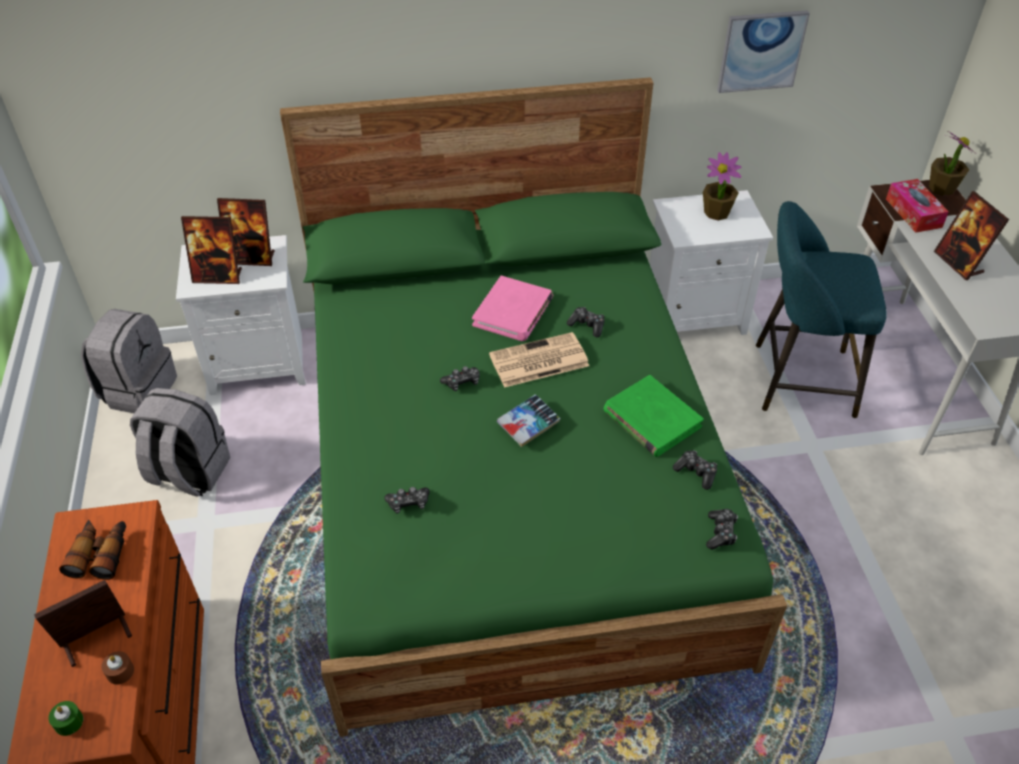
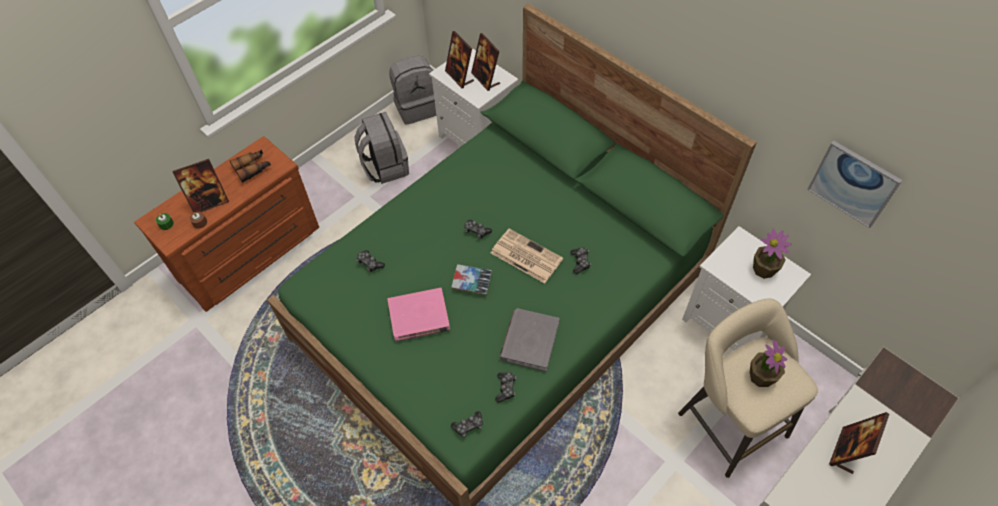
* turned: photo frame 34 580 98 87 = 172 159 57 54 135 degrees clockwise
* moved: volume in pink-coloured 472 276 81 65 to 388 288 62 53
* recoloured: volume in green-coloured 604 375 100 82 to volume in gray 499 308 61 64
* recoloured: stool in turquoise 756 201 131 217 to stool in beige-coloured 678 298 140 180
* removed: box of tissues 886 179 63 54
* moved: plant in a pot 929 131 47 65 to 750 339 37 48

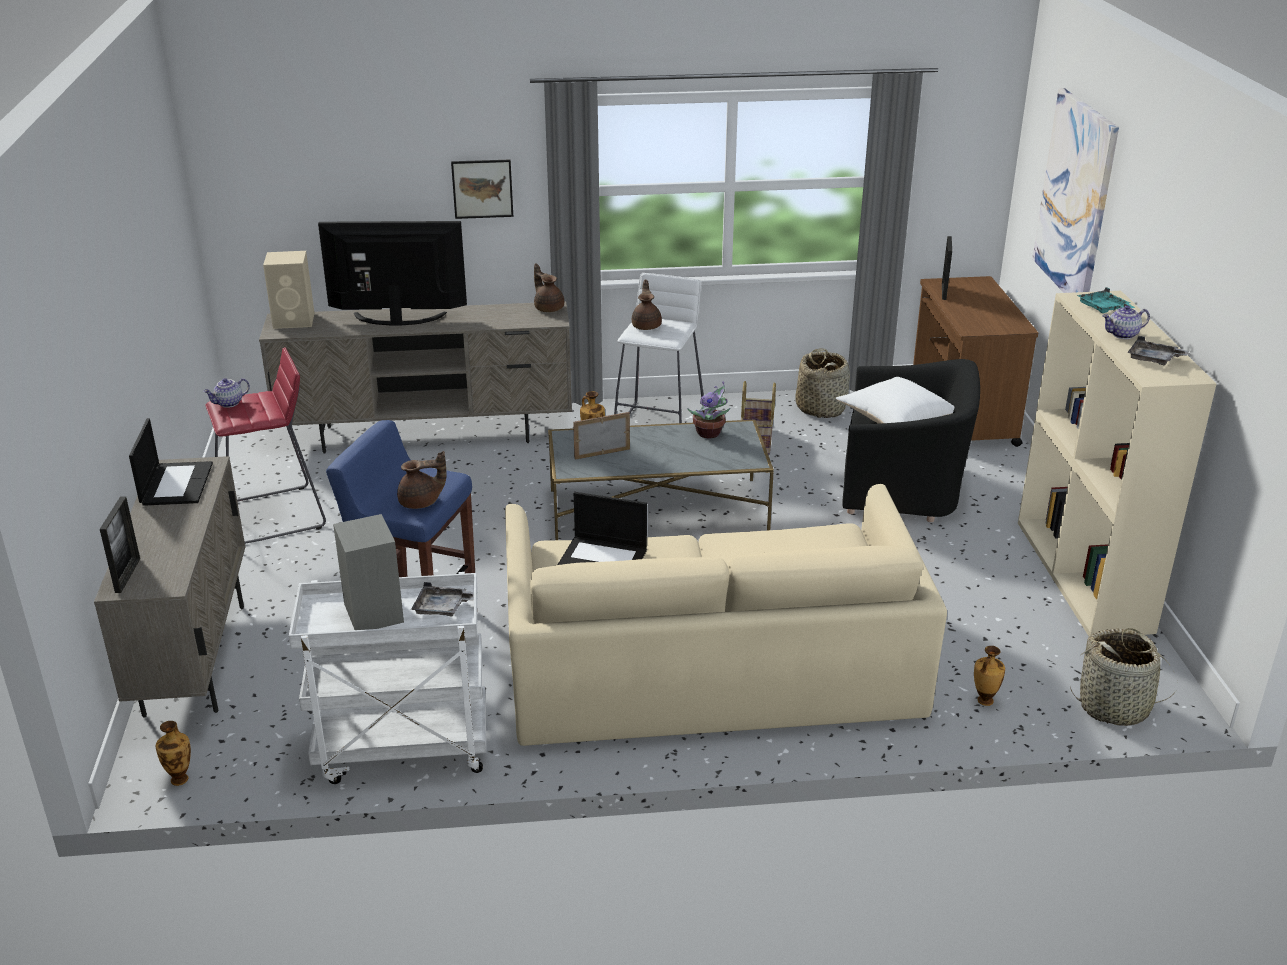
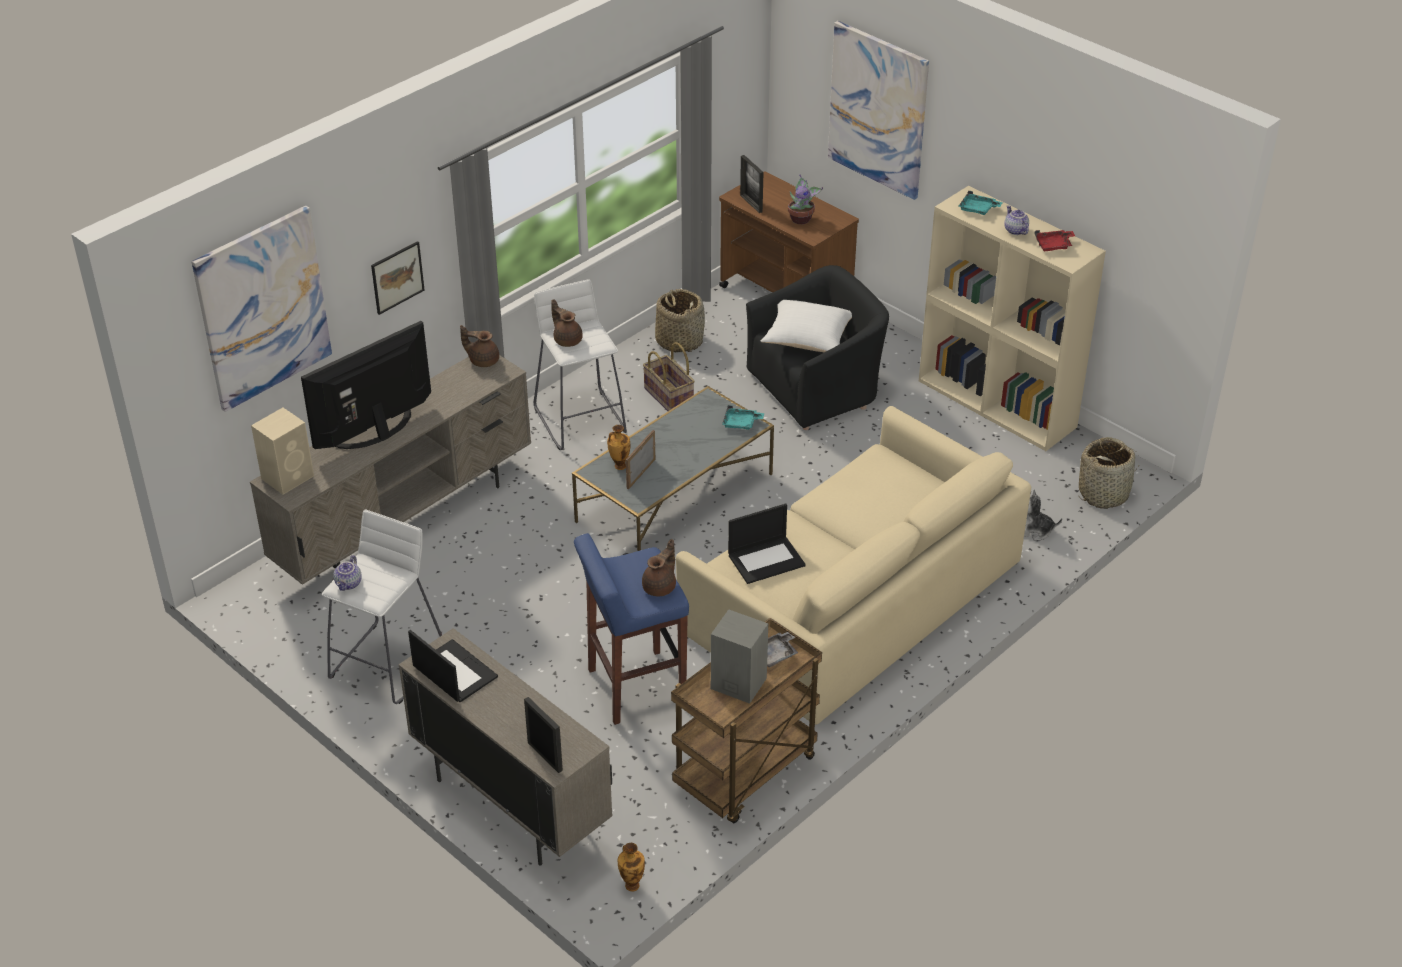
* recoloured: stool in red-coloured 205 347 121 197 to stool in whitish 322 510 120 194
* recoloured: cart in whitish 289 572 197 212 to cart in brown-coloured 671 618 151 205
* moved: plant in a pot 688 381 42 57 to 788 175 35 49
* replaced: flower vase 974 646 31 60 to soft toy 1024 489 38 52
* turned: tea pot 1103 305 47 34 = 1004 205 25 30 120 degrees clockwise
* recoloured: carrying tray in gray 1127 336 62 29 to carrying tray in red-coloured 1034 230 41 21
* added: wall art 191 206 141 206
* added: carrying tray in turquoise 722 405 42 25

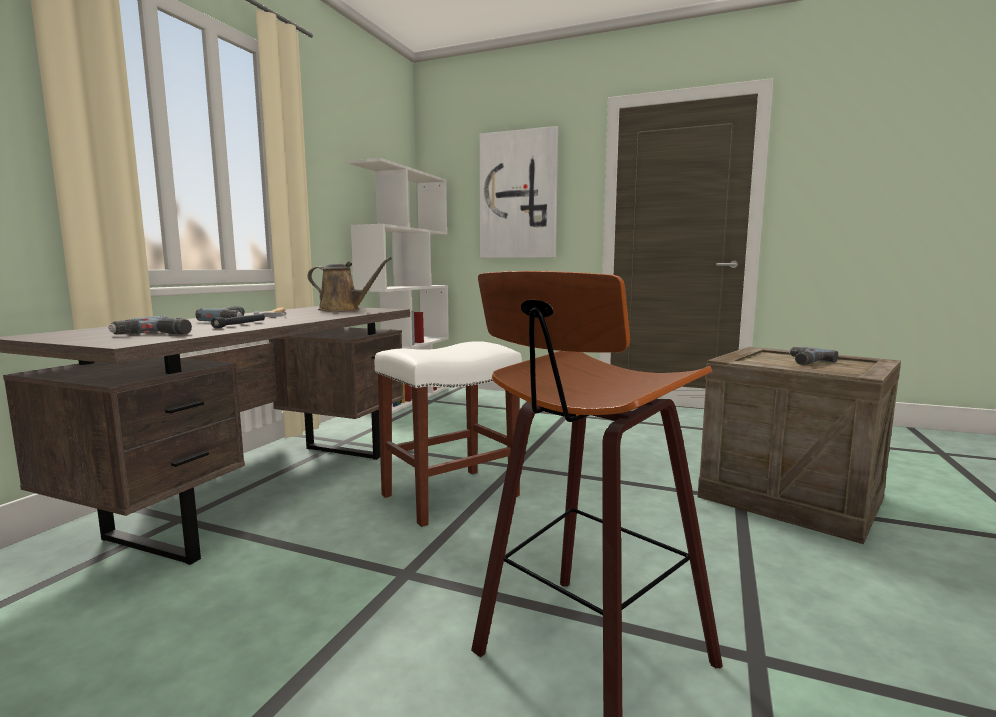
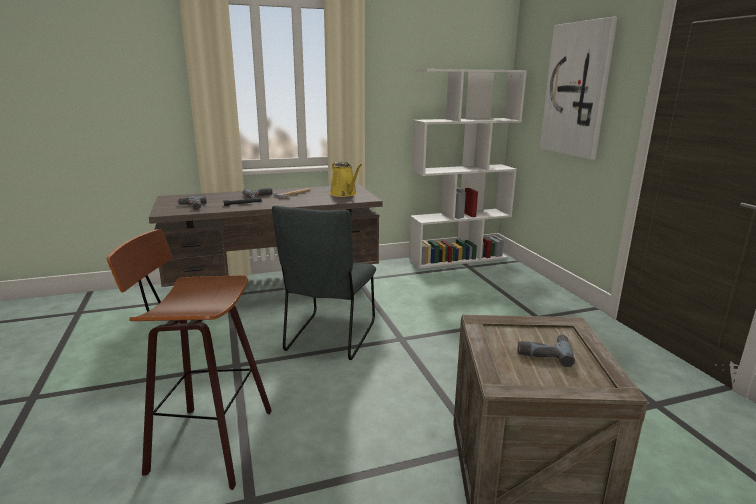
* recoloured: sprinkling can in brown-coloured 307 257 85 54 to sprinkling can in yellow-coloured 330 162 32 35
* replaced: stool in whitish 375 341 147 186 to chair in gray 272 206 104 154

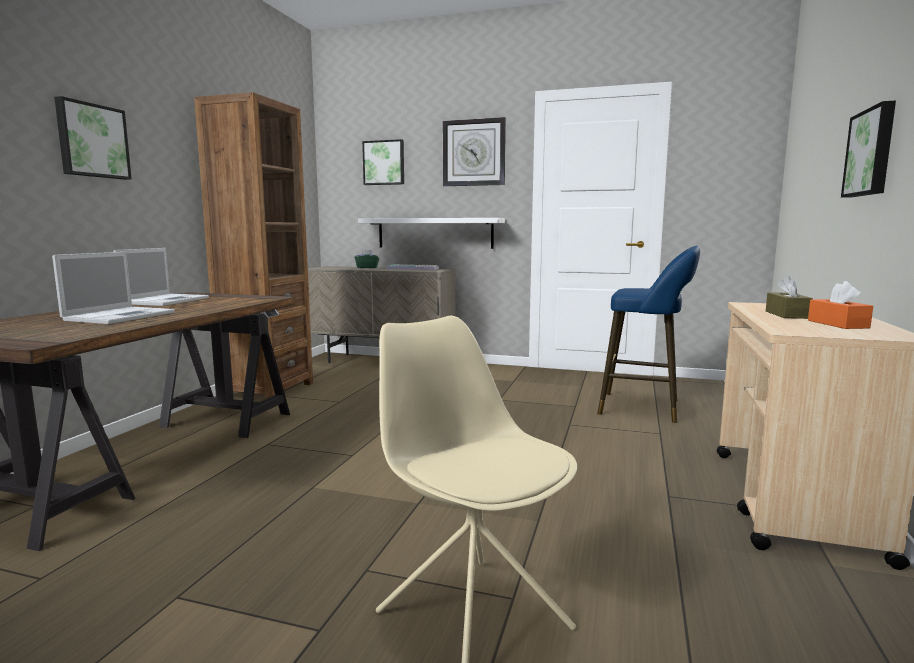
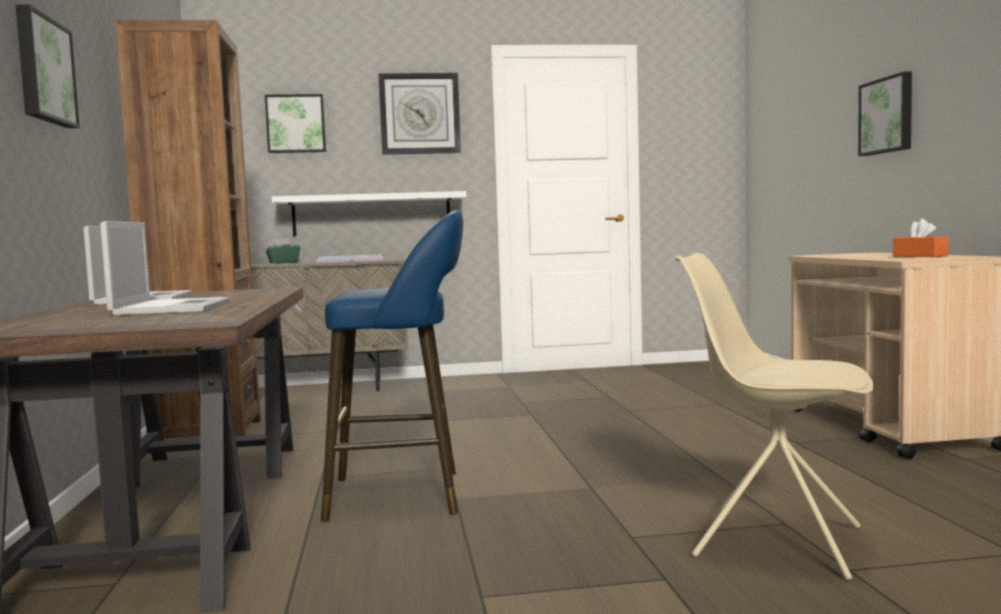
* moved: stool in bluish 598 246 102 177 to 321 210 142 312
* removed: box of tissues in brown-coloured 766 276 47 43

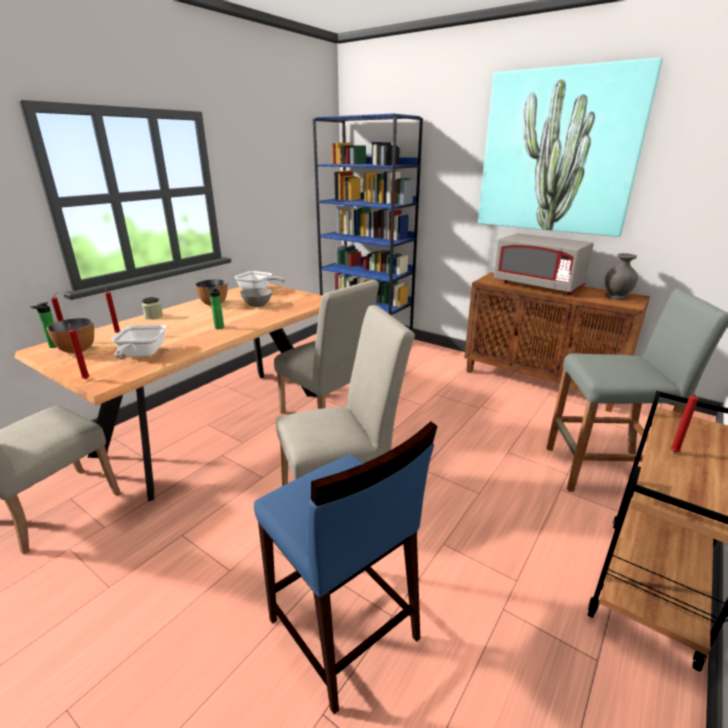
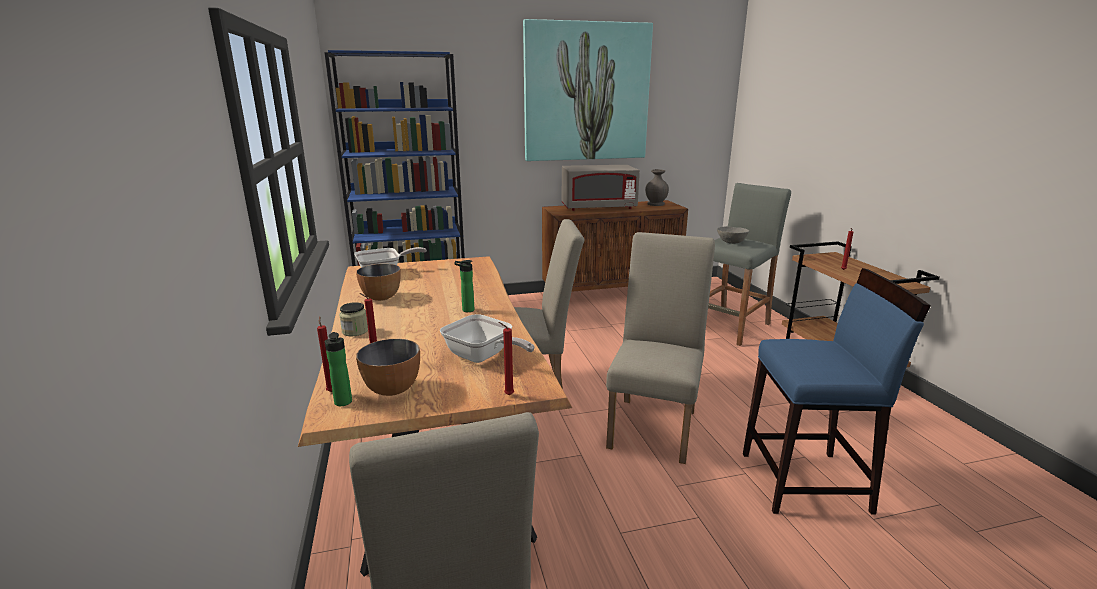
* moved: deep dish in gray 240 288 32 19 to 717 226 32 18

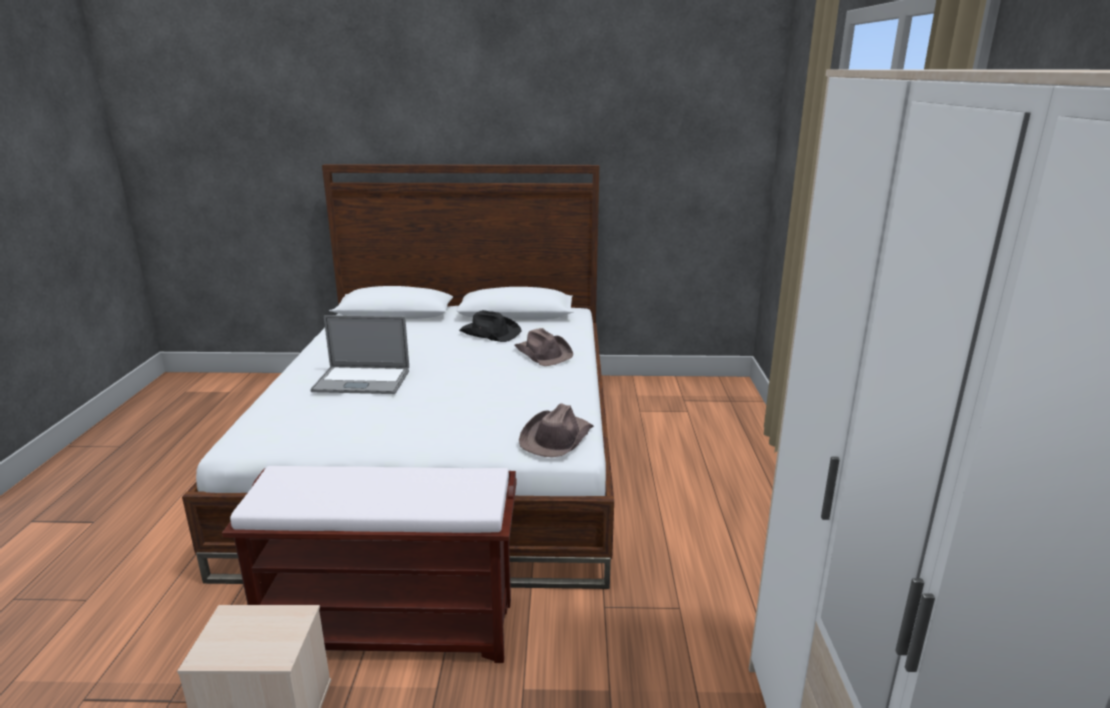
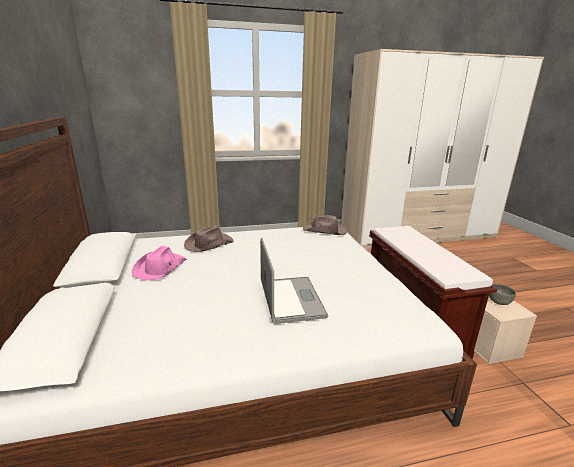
* recoloured: wearable hat in black 459 310 62 32 to wearable hat in pink-coloured 132 246 55 34
* added: deep dish in gray 489 284 27 21

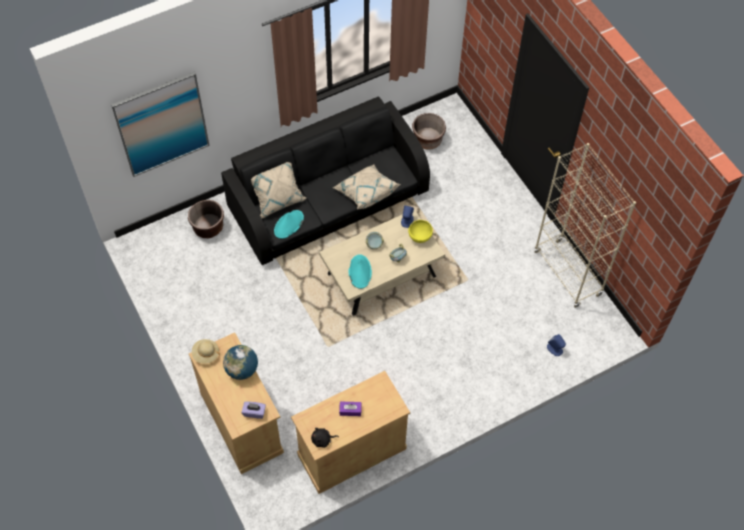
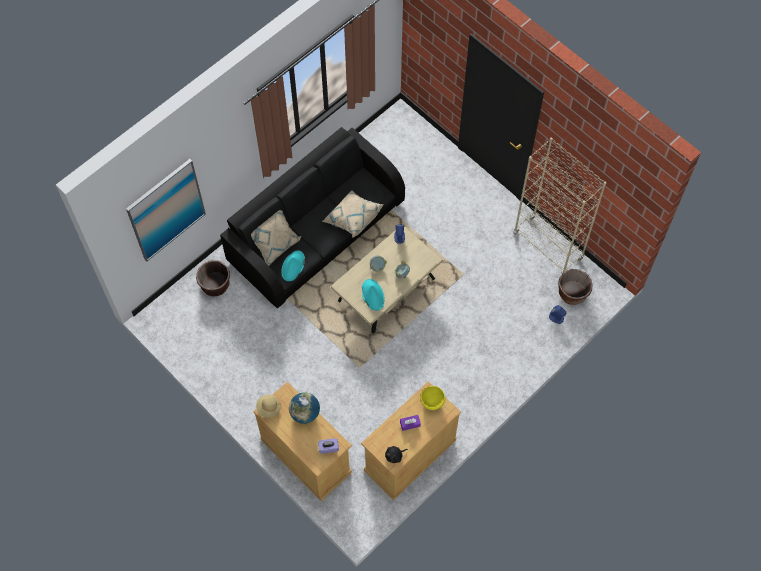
* moved: deep dish in yellow-coloured 408 220 25 23 to 420 386 25 24
* moved: flower pot in brown-coloured 412 113 34 37 to 559 269 34 36

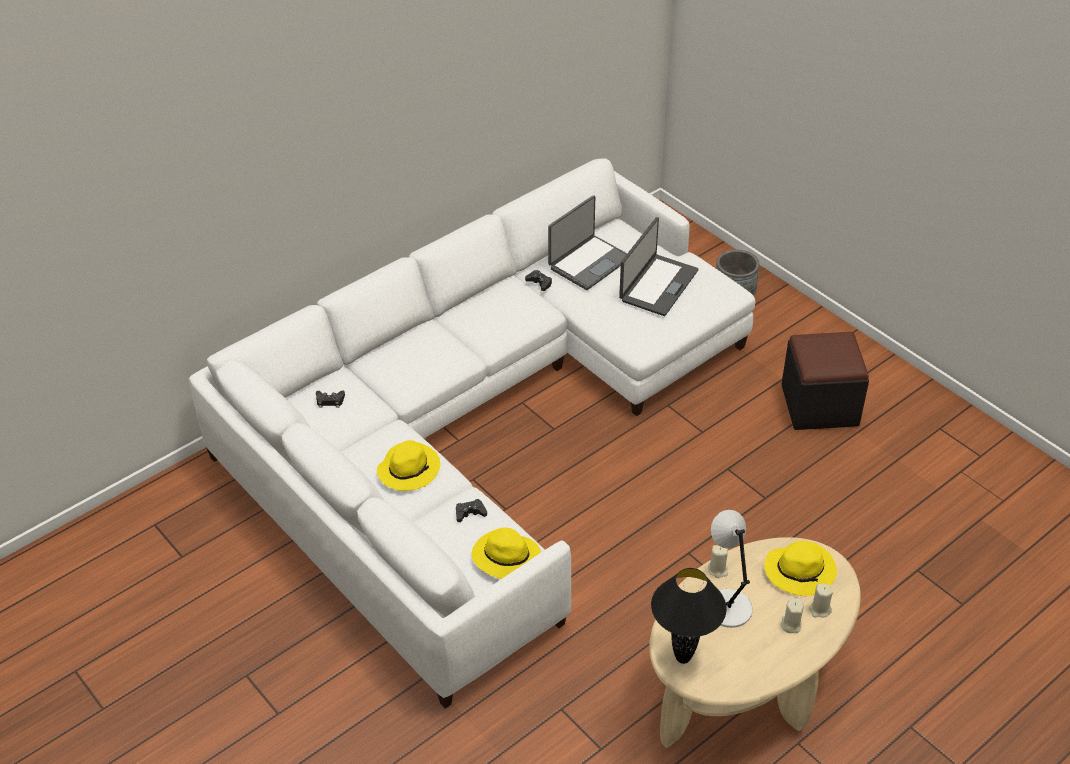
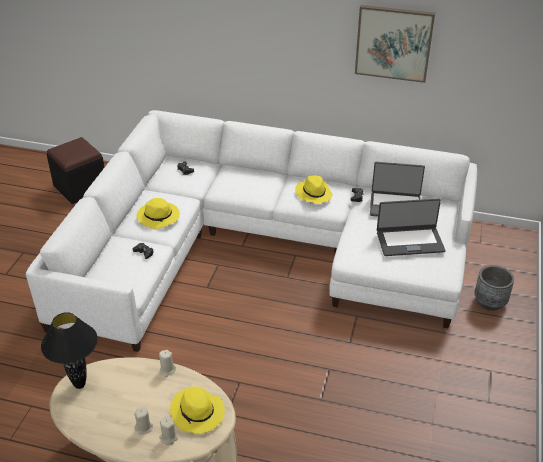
* moved: wearable hat in yellow-coloured 472 527 69 52 to 295 175 37 28
* removed: lamp for a table in gray 711 510 42 118
* moved: footrest in black 781 332 88 98 to 47 137 58 67
* added: wall art 355 5 80 78

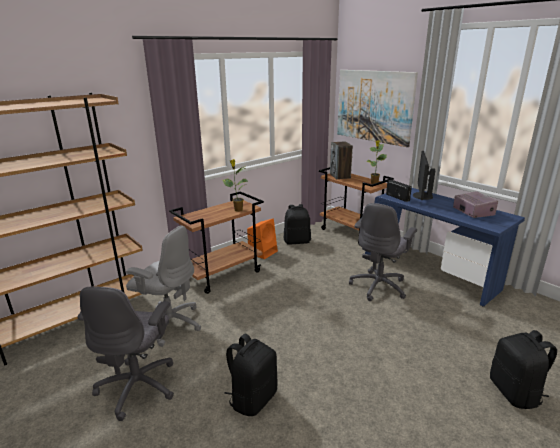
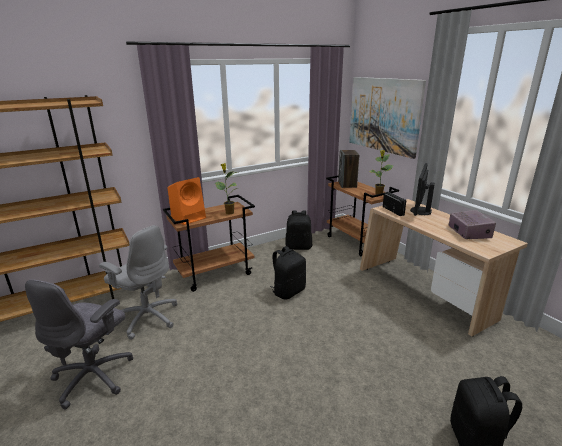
* moved: knapsack in black 224 333 53 83 to 270 246 36 54
* moved: loudspeaker in orangey 247 219 31 40 to 167 177 39 48
* removed: desk chair in gray 349 203 68 98
* recoloured: desk in bluish 365 188 160 119 to desk in beige-coloured 360 199 168 138

